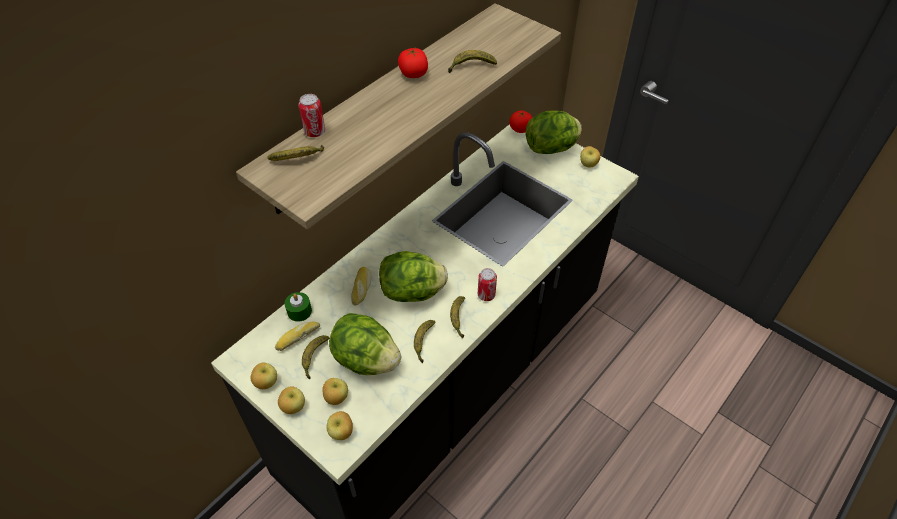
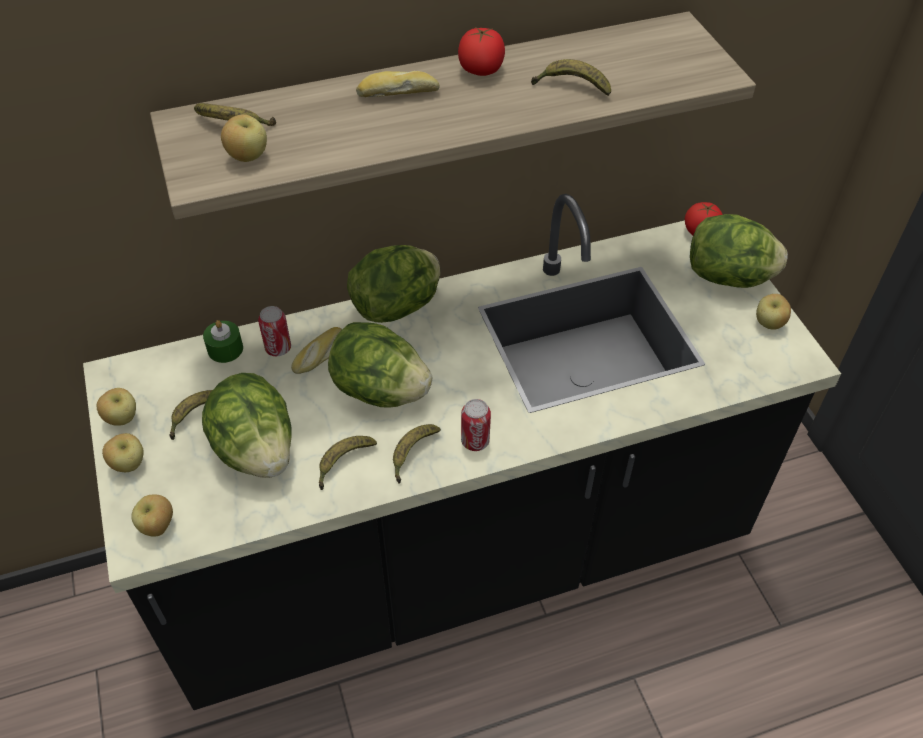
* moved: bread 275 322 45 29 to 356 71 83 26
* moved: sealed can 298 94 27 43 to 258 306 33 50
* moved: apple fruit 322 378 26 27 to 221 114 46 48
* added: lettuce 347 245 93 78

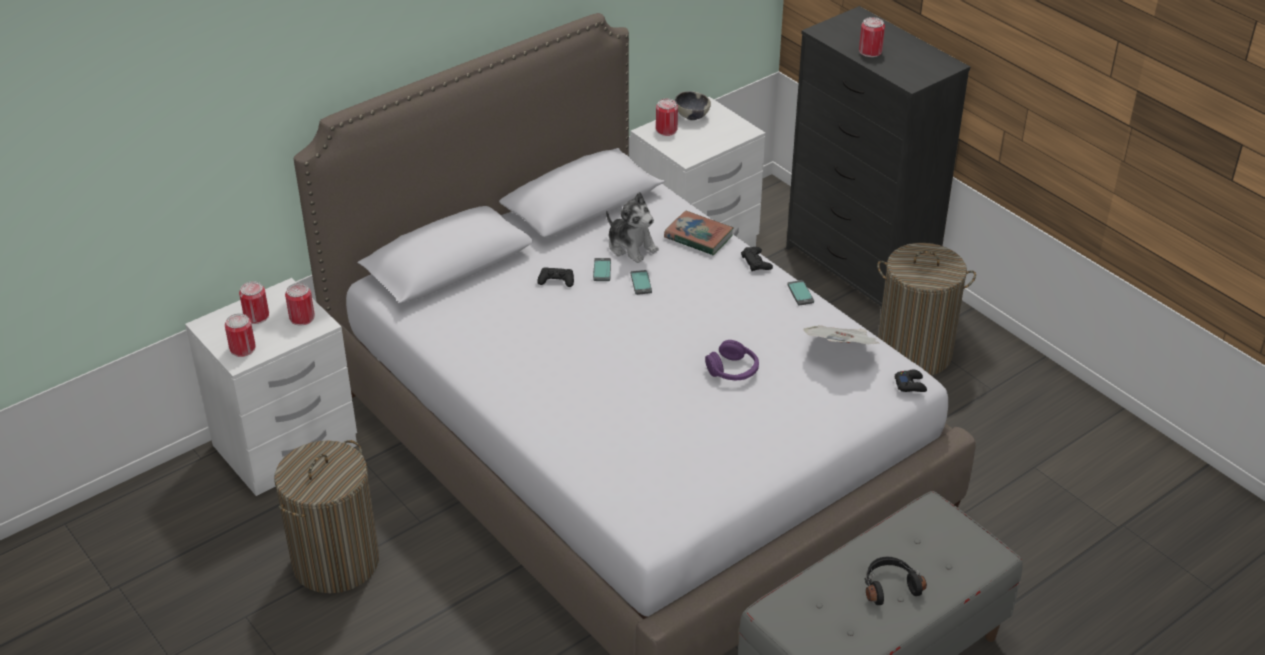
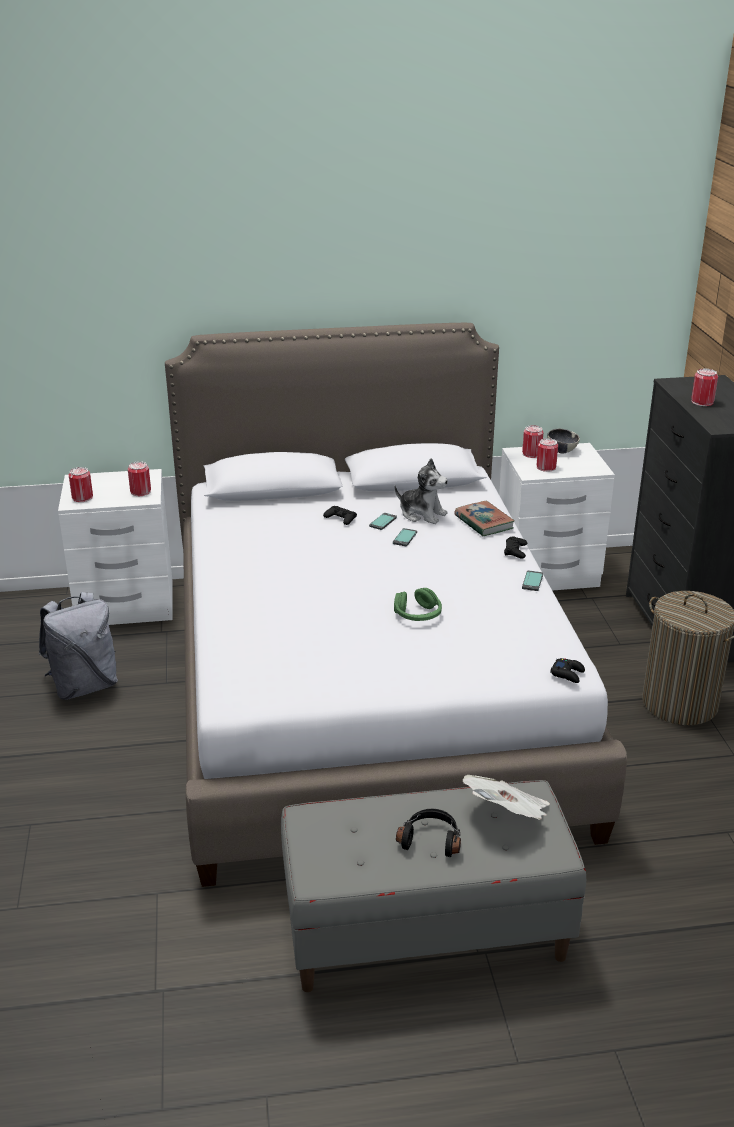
* moved: sealed can 239 281 30 43 to 536 438 22 34
* replaced: hamper 274 440 105 153 to knapsack in gray 39 592 79 108
* turned: soft toy 606 192 53 71 = 394 458 54 66 45 degrees counterclockwise
* recoloured: headphones in purple-coloured 705 340 54 40 to headphones in green-coloured 394 588 48 33
* moved: newspaper 804 325 76 20 to 463 775 87 45

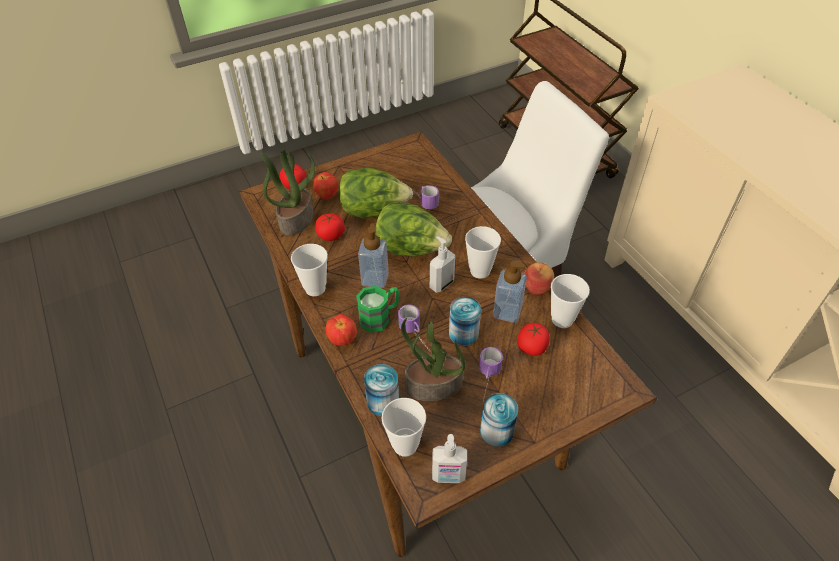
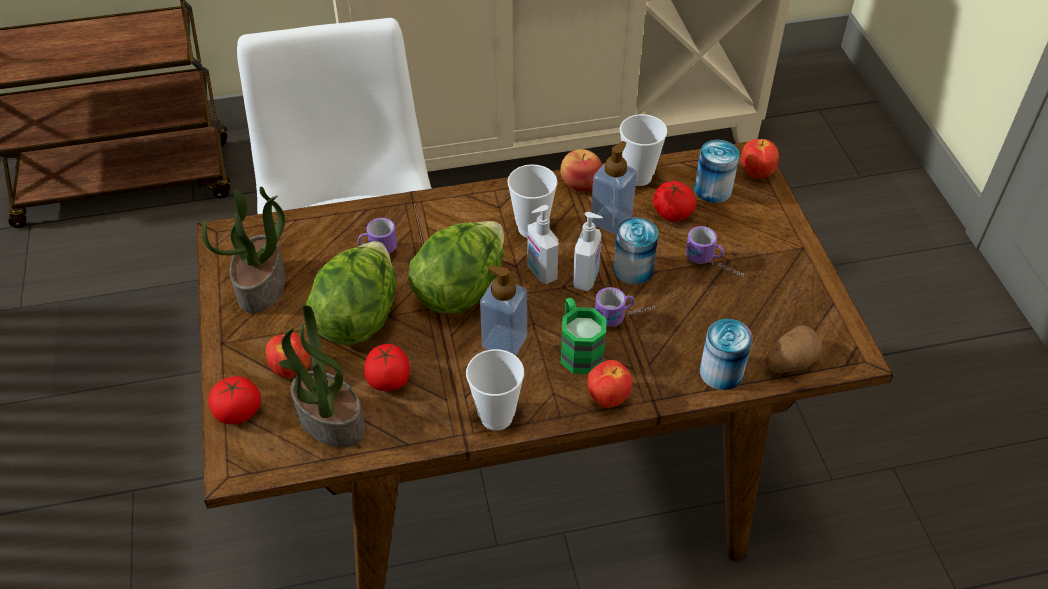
* replaced: small cup 382 398 44 59 to spud 765 326 58 47
* moved: plant in a pot 401 318 65 83 to 202 186 83 127
* moved: soap dispenser 432 434 35 49 to 573 212 30 79
* moved: sealed can 480 393 38 54 to 694 140 45 63
* added: apple fruit 741 139 38 40

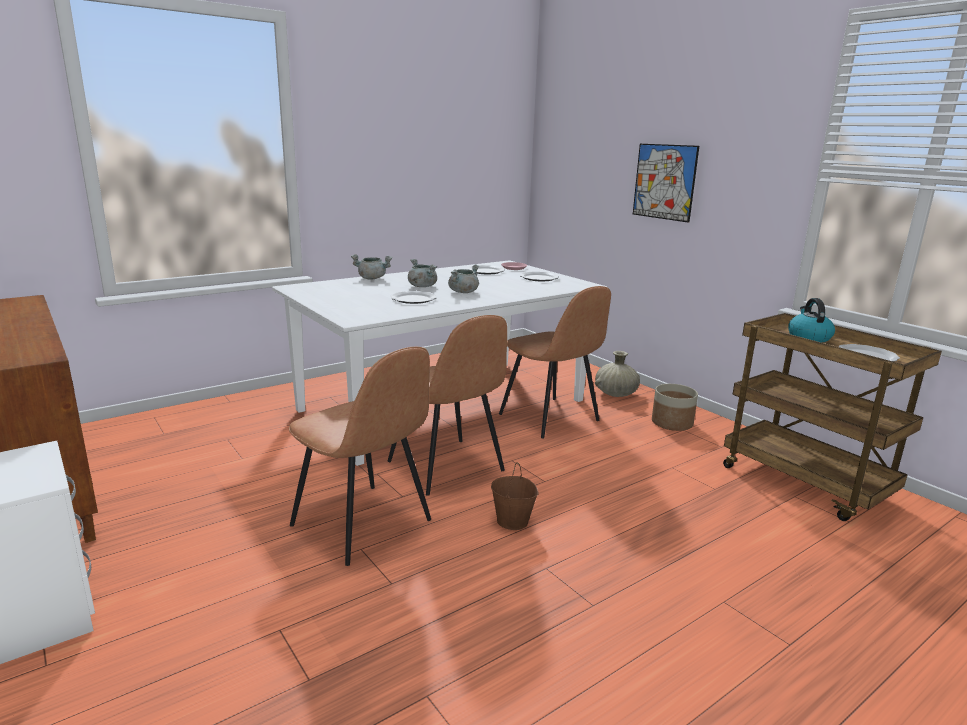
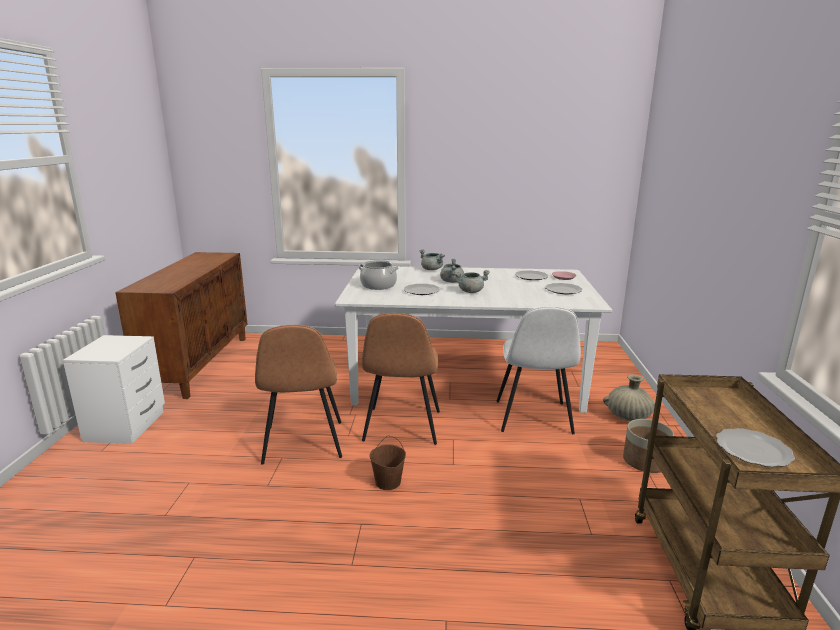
* recoloured: chair in brown-coloured 499 286 112 153 to chair in whitish 496 307 85 127
* removed: wall art 633 144 66 79
* removed: tea kettle 788 298 47 44
* added: stockpot 358 260 41 30

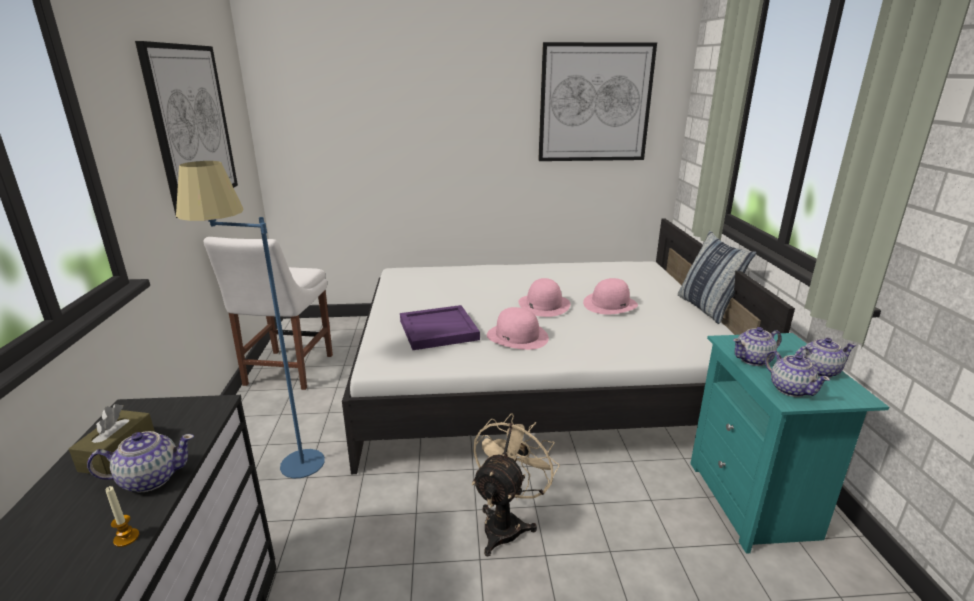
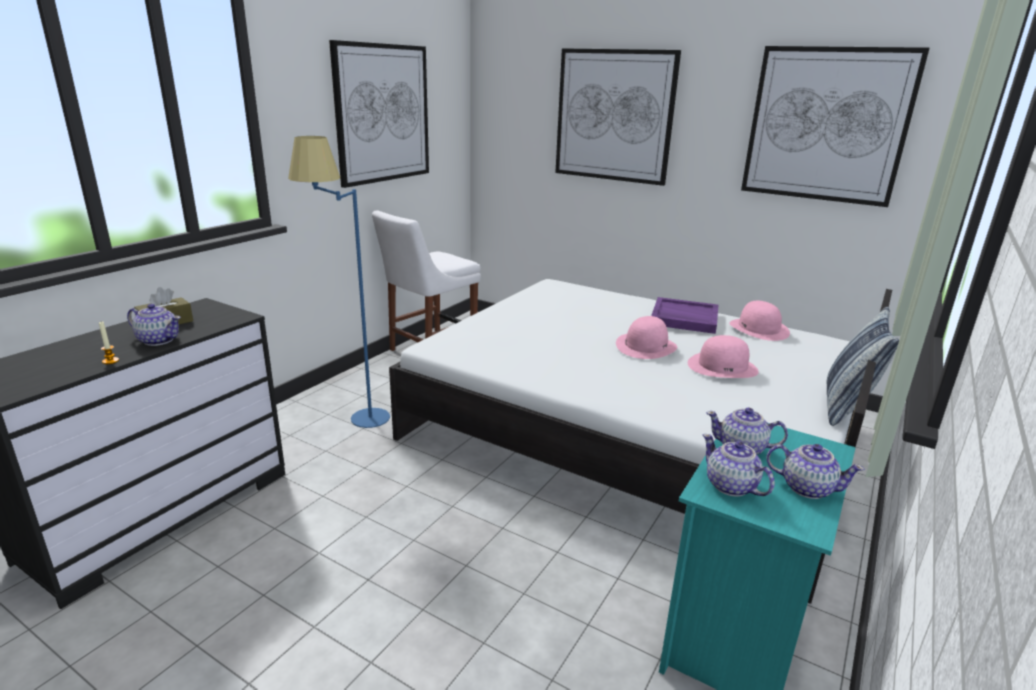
* moved: carrying tray in purple-coloured 400 305 80 45 to 651 297 67 37
* removed: fan in beige-coloured 472 413 88 144
* moved: wearable hat in pink-coloured 487 307 62 43 to 729 300 61 41
* turned: tea pot 765 350 65 47 = 702 434 73 63 135 degrees clockwise
* added: wall art 555 48 126 138

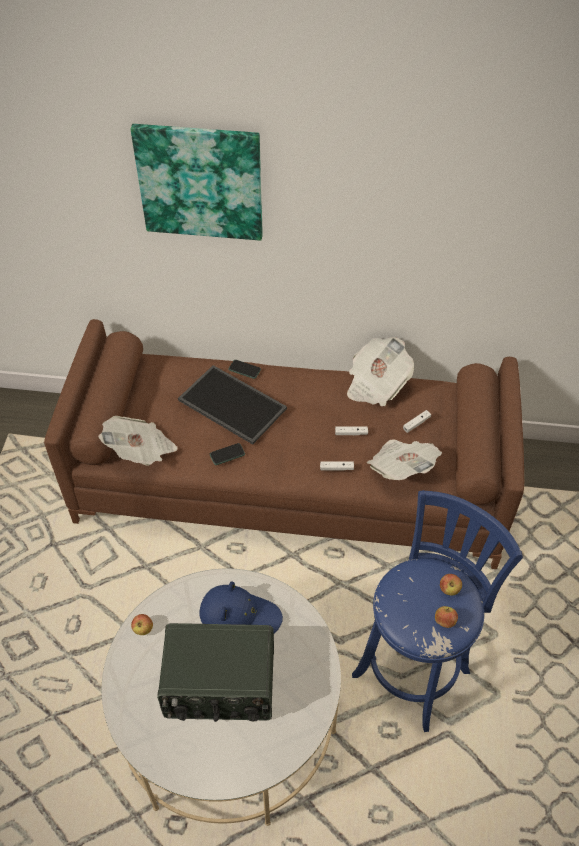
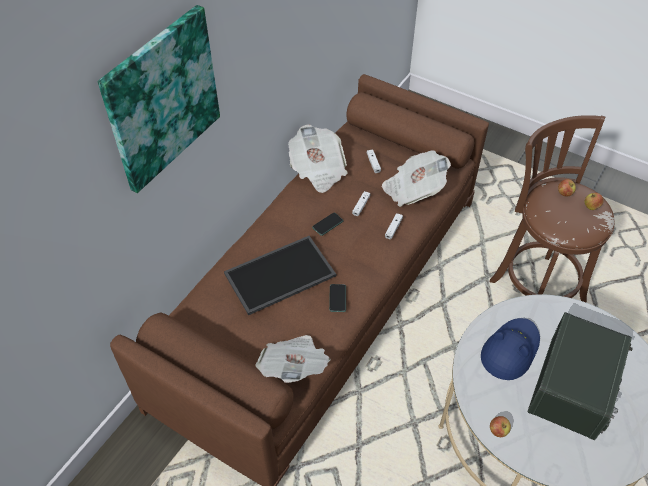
* moved: telephone 228 360 33 19 to 312 213 31 23
* recoloured: stool in bluish 352 490 171 242 to stool in brown-coloured 490 115 125 188

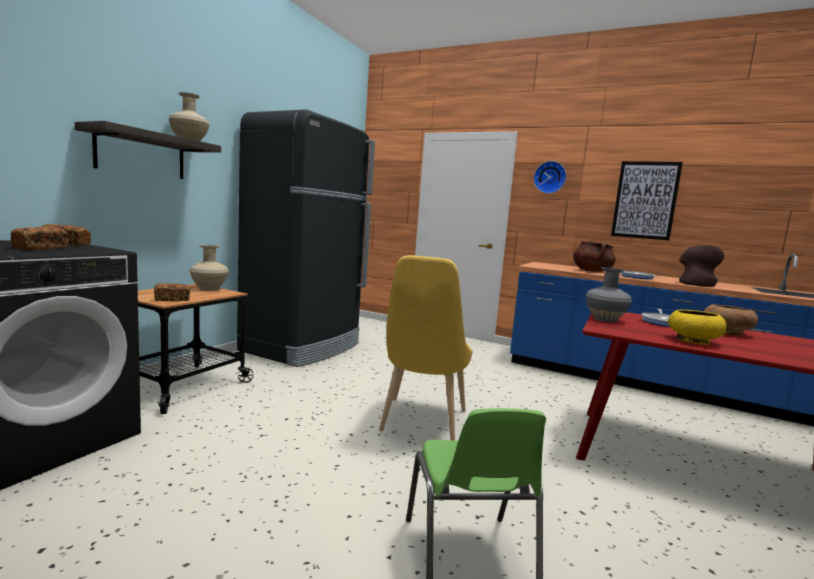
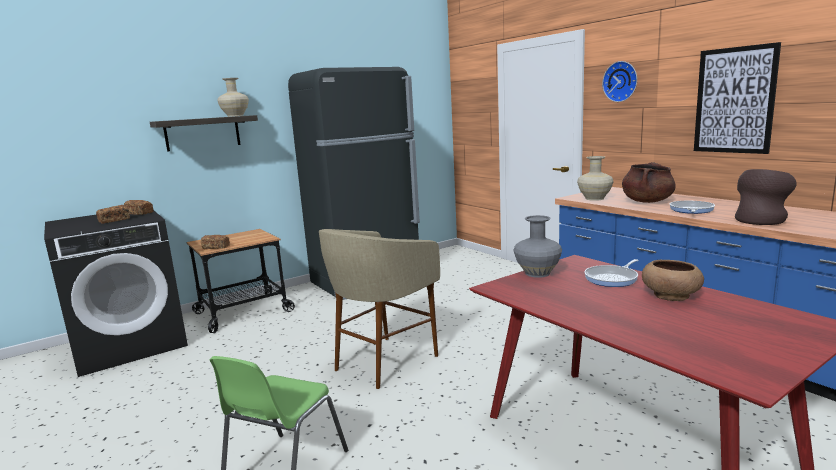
* moved: flower vase in beige-coloured 189 245 40 46 to 577 156 37 45
* replaced: chair in yellow-coloured 379 255 94 185 to stool in beige-coloured 319 229 121 160
* removed: deep dish in yellow-coloured 668 310 59 35

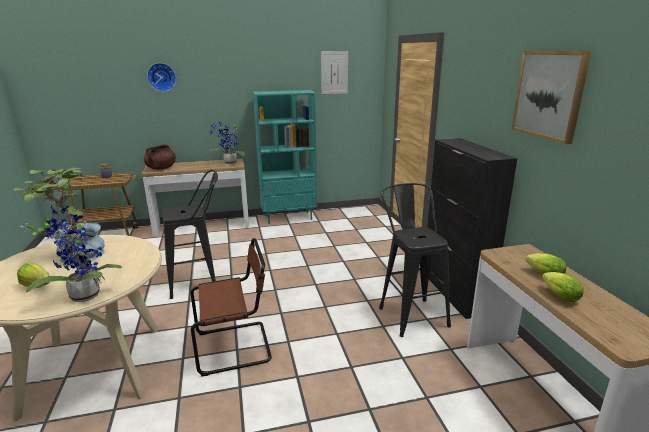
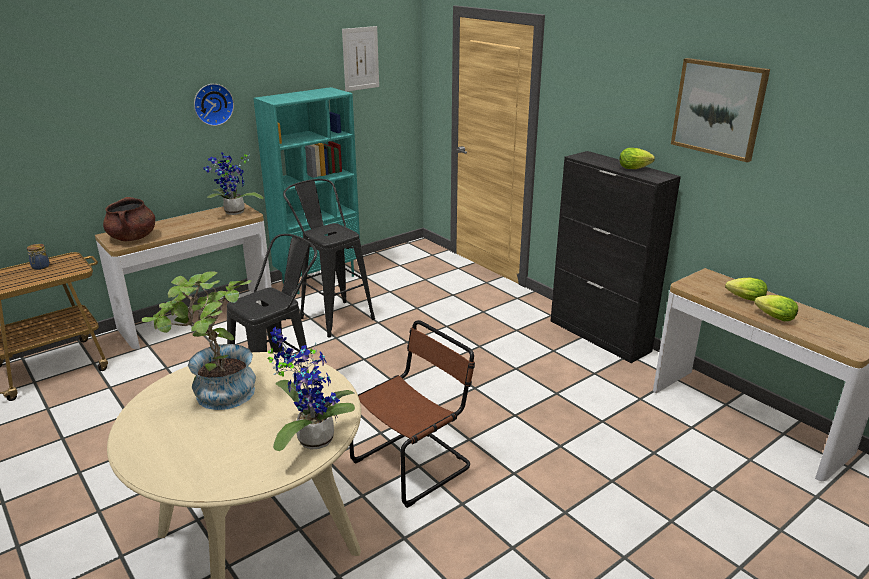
* moved: lettuce 17 263 33 25 to 620 148 35 21
* moved: wall clock 147 63 29 29 to 194 84 40 42
* moved: stool in black 379 183 72 154 to 283 179 92 158

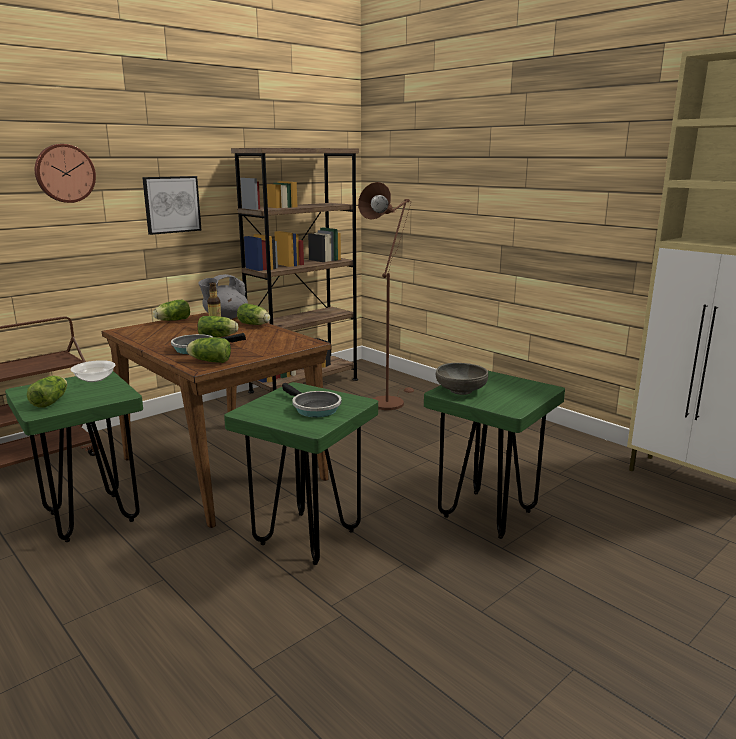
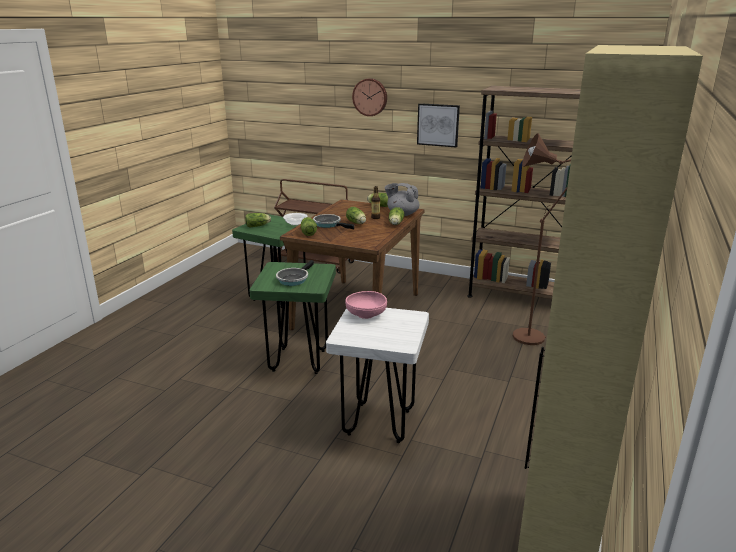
* recoloured: stool in green-coloured 424 371 141 168 to stool in whitish 326 308 103 135
* recoloured: deep dish in gray 436 363 52 32 to deep dish in pink-coloured 345 291 42 28

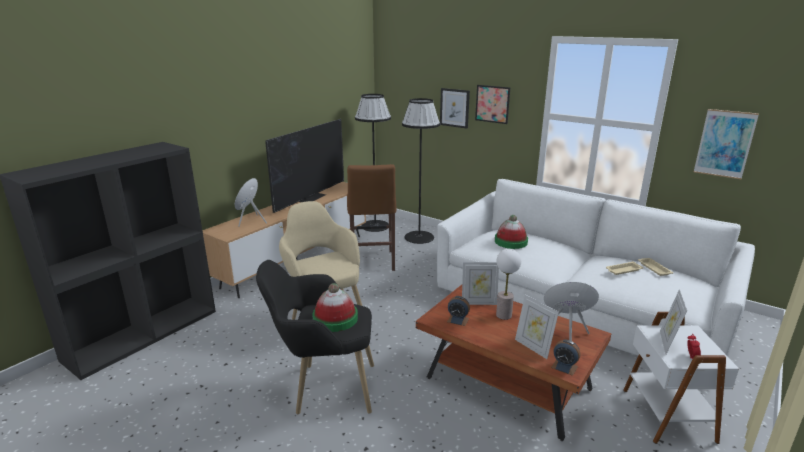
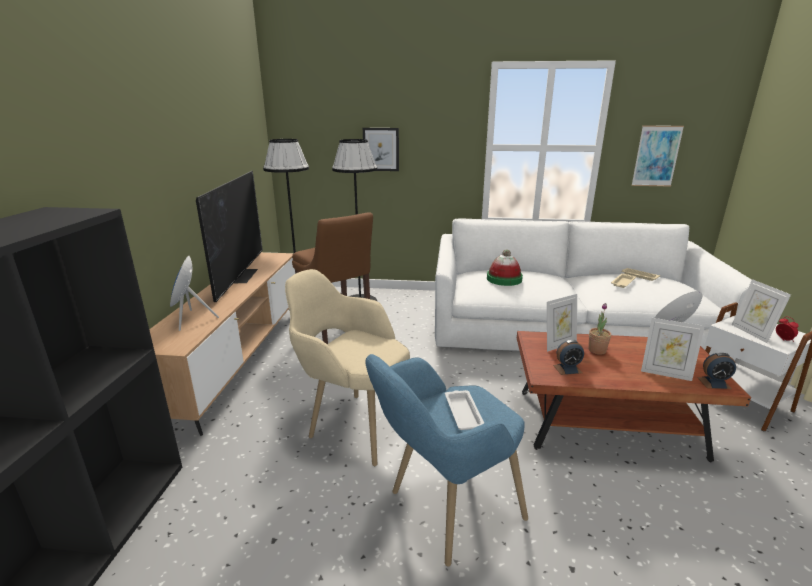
* recoloured: armchair in black 256 260 118 154 to armchair in bluish 365 354 163 213
* replaced: wearable hat 312 283 46 49 to carrying tray in whitish 445 390 39 40
* removed: wall art 475 85 35 39
* replaced: lamp for a table 496 249 25 71 to plant in a pot 588 303 23 52

